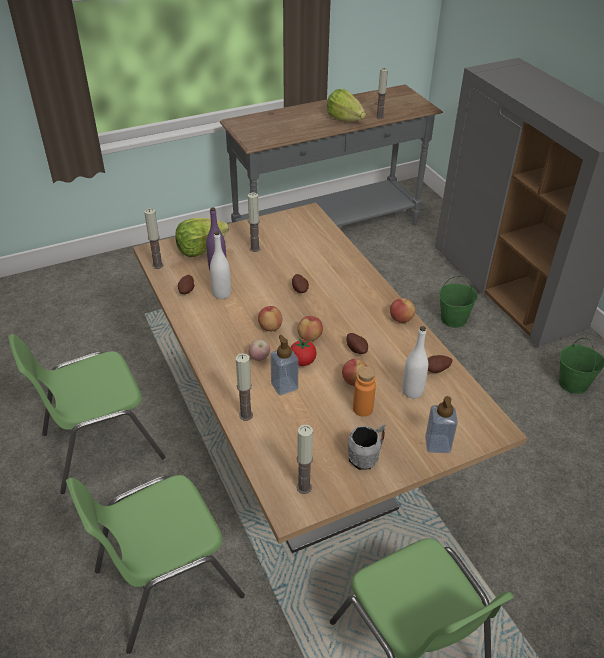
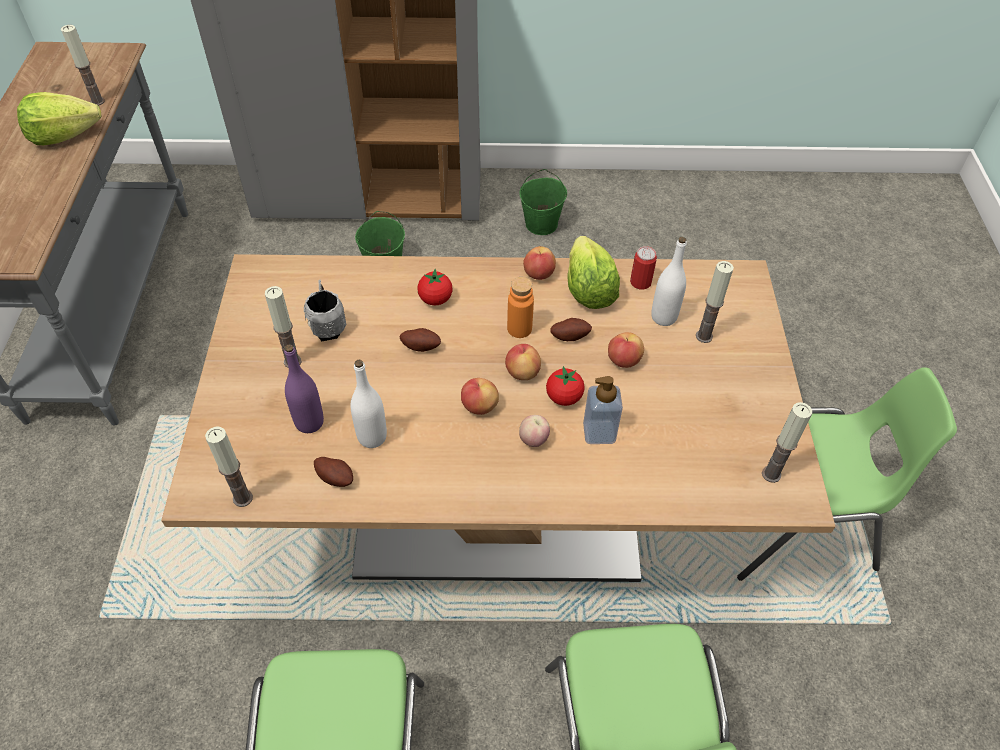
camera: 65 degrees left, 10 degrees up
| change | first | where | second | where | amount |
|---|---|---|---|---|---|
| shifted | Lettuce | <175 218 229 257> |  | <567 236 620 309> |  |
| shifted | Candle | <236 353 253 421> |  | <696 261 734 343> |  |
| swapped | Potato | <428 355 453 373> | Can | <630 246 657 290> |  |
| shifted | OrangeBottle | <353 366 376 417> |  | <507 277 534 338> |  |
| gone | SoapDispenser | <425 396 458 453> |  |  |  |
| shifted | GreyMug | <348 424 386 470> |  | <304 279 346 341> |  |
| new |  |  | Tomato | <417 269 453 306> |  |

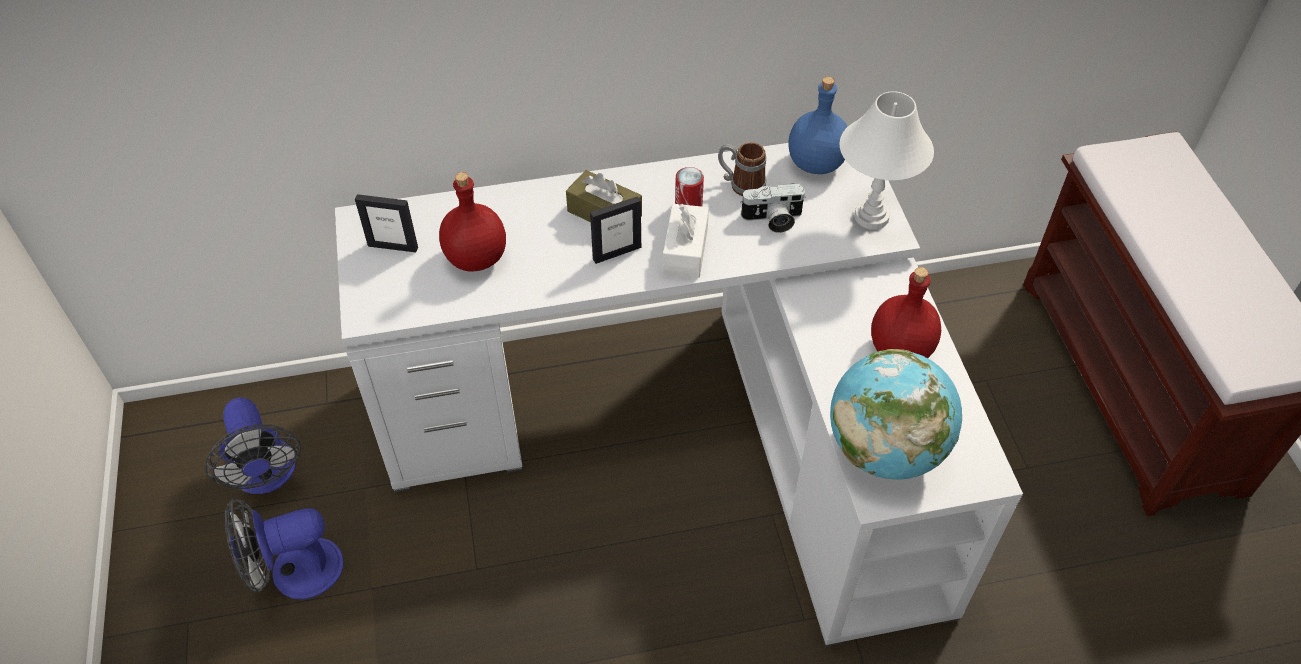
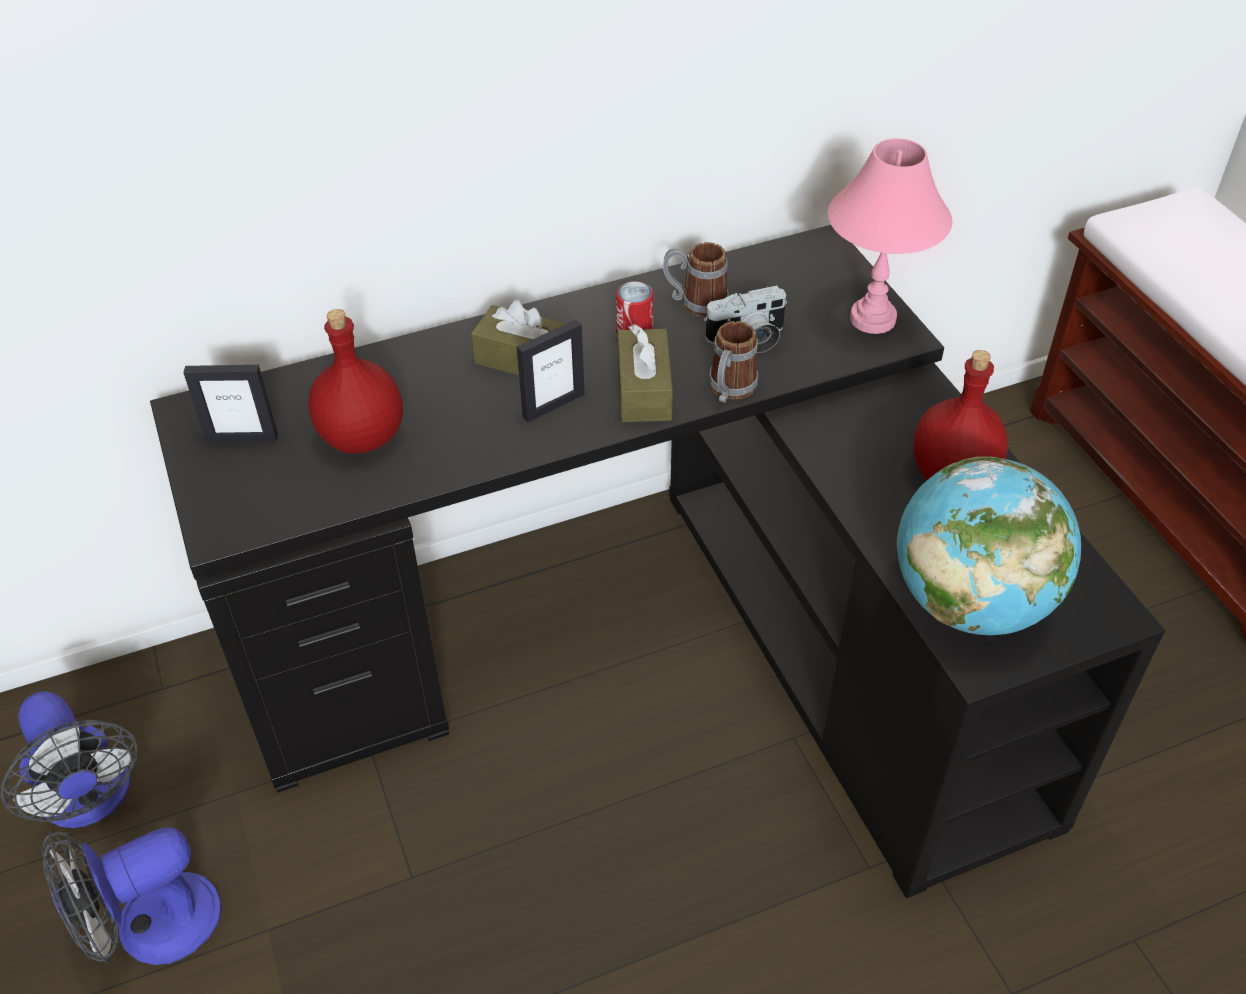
camera: 10 degrees left, 5 degrees down
| change | first | where | second | where | amount |
|---|---|---|---|---|---|
| gone | BlueBottle | <788 77 848 174> |  |  |  |
| repainted | WhiteTableLamp | <840 91 934 229> | PinkTableLamp | <828 139 952 334> |  |
| repainted | WhiteDesk | <335 143 1023 647> | BlackDesk | <150 225 1165 899> |  |
| repainted | WhiteTissueBox | <663 204 709 278> | BrownTissueBox | <618 324 673 422> |  |
| new |  |  | Mug | <709 321 758 403> |  |

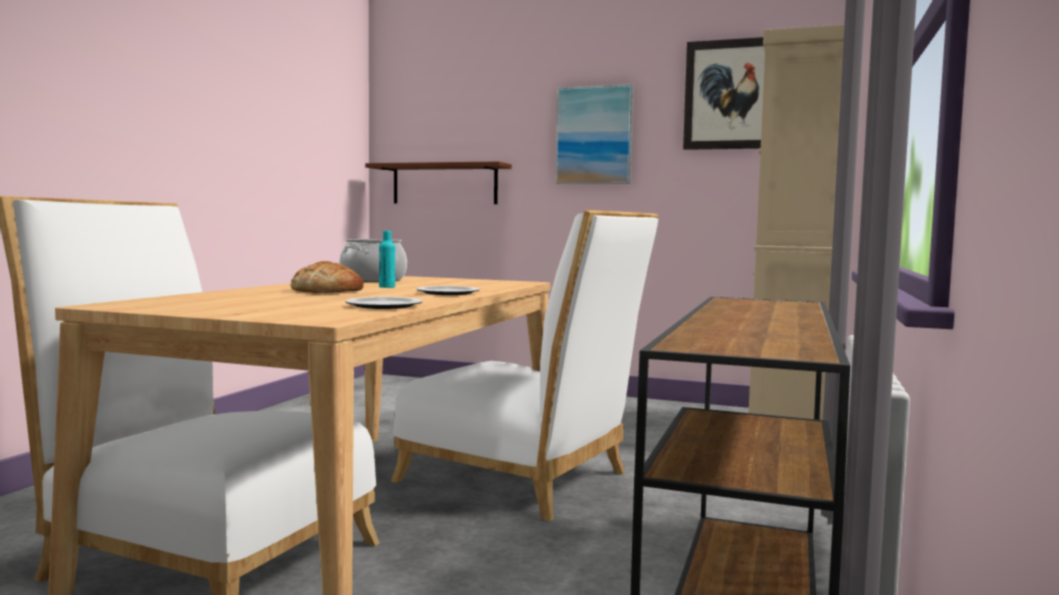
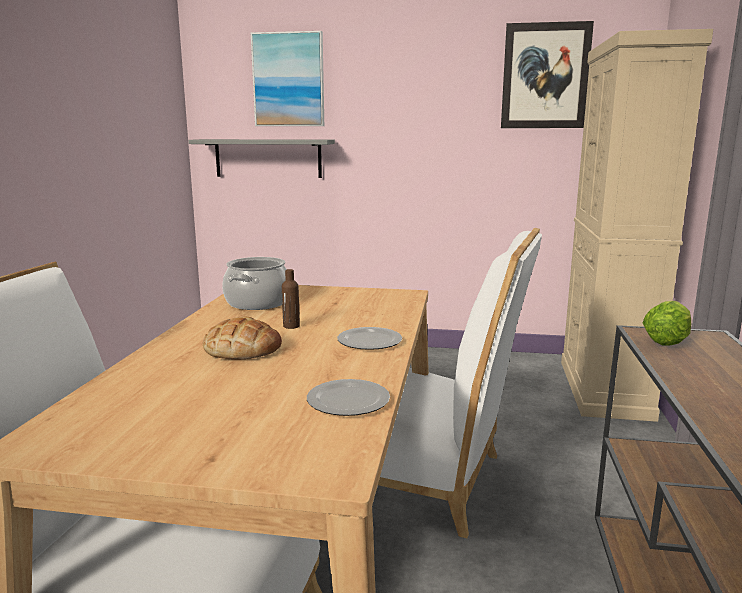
camera: 10 degrees left, 10 degrees up
| change | first | where | second | where | amount |
|---|---|---|---|---|---|
| shifted | Picture | <555 84 634 184> |  | <251 31 324 126> |  |
| repainted | BrownShelf | <365 161 512 204> | GreyShelf | <188 139 335 178> |  |
| repainted | TurquoiseBottle | <379 231 395 288> | BrownBottle | <282 269 300 329> |  |
| new |  |  | Lettuce | <642 301 691 346> |  |

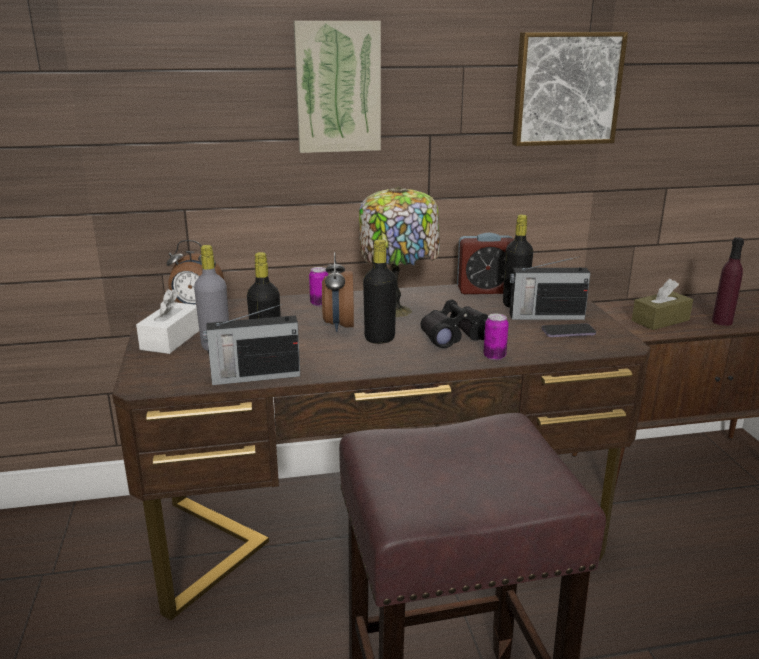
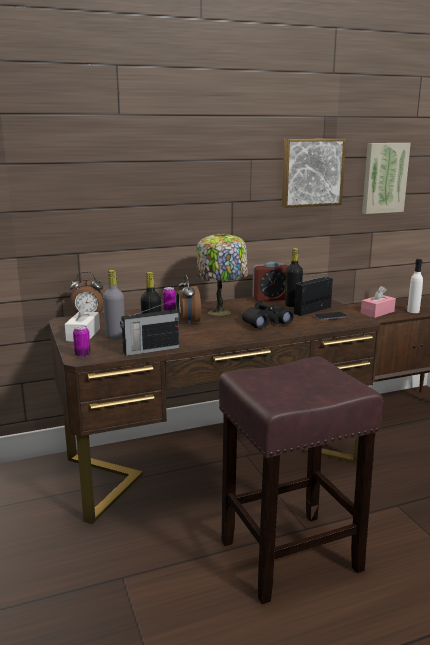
camera: 10 degrees left, 5 degrees down
| change | first | where | second | where | amount |
|---|---|---|---|---|---|
| shifted | Picture | <293 21 381 153> |  | <362 143 411 214> |  |
| repainted | PurpleBottle | <712 237 744 326> | WhiteBottle | <407 259 423 313> |  |
| gone | BlackBottle | <363 239 397 344> |  |  |  |
| rotated | Radio | <510 256 590 320> |  | <294 274 333 316> | 150 degrees clockwise |
| repainted | BrownTissueBox | <632 279 693 330> | PinkTissueBox | <361 286 396 318> |  |
| shifted | Can | <483 314 509 360> |  | <73 326 91 358> |  |

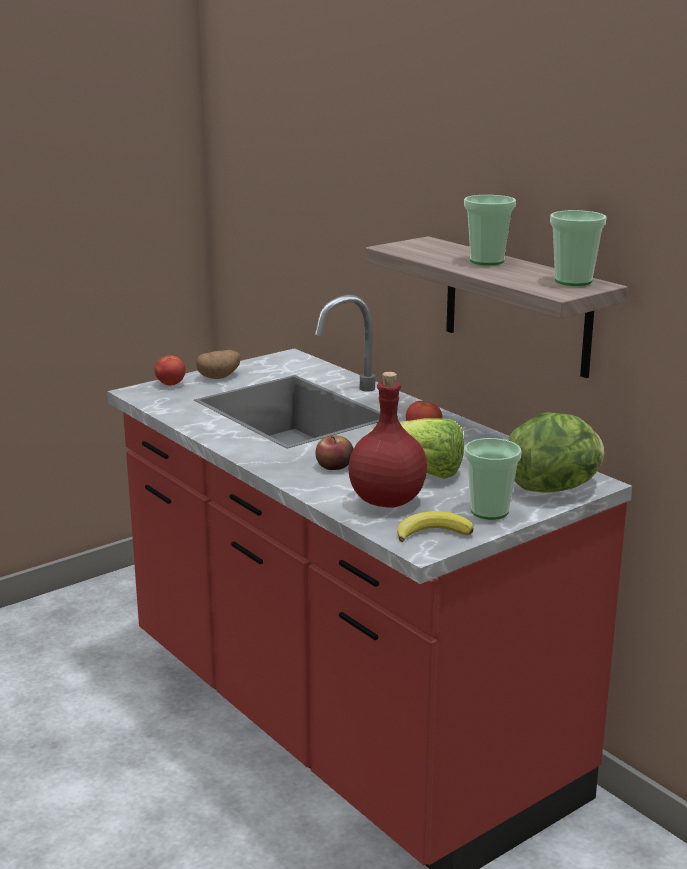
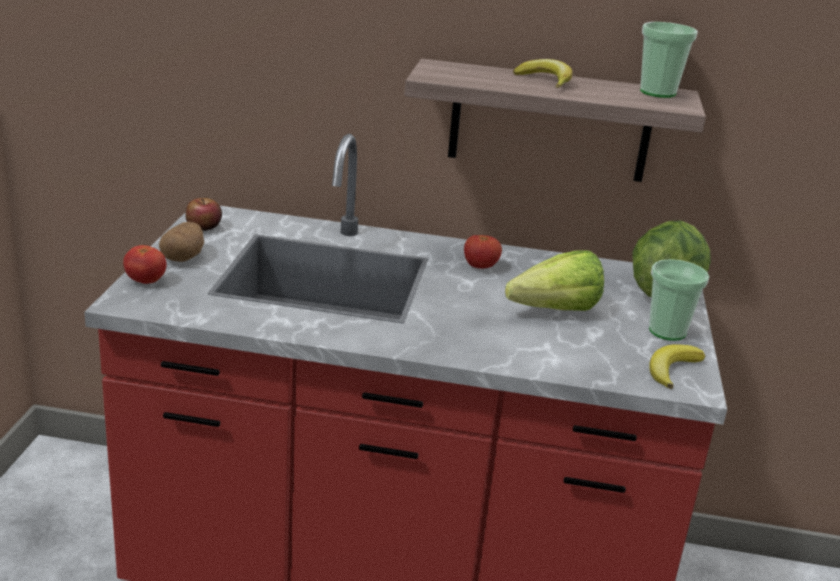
camera: 45 degrees left, 5 degrees up
| change | first | where | second | where | amount |
|---|---|---|---|---|---|
| swapped | Cup | <464 195 516 265> | Banana | <513 59 572 88> |  |
| gone | RedBottle | <349 372 427 508> |  |  |  |
| shifted | Apple | <316 436 354 470> |  | <185 198 222 231> |  |

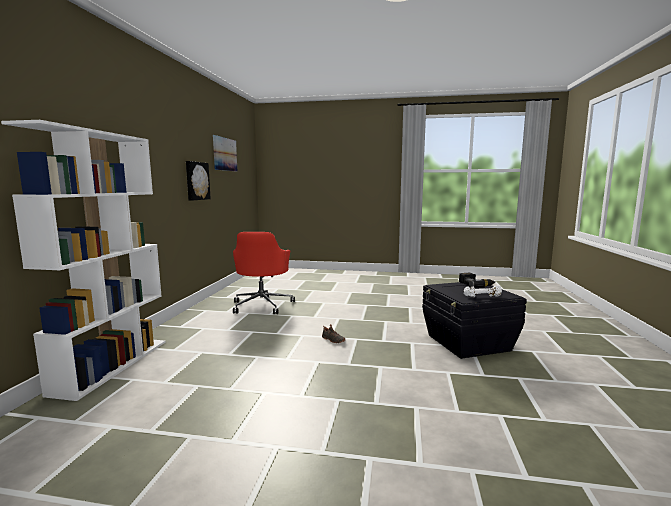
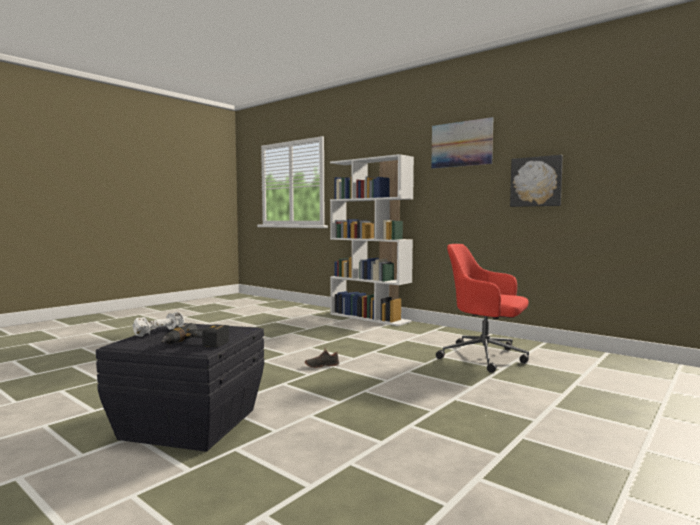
camera: 120 degrees right, 5 degrees down
| change | first | where | second | where | amount |
|---|---|---|---|---|---|
| shifted | Picture | <213 135 237 172> |  | <431 117 493 169> |  |

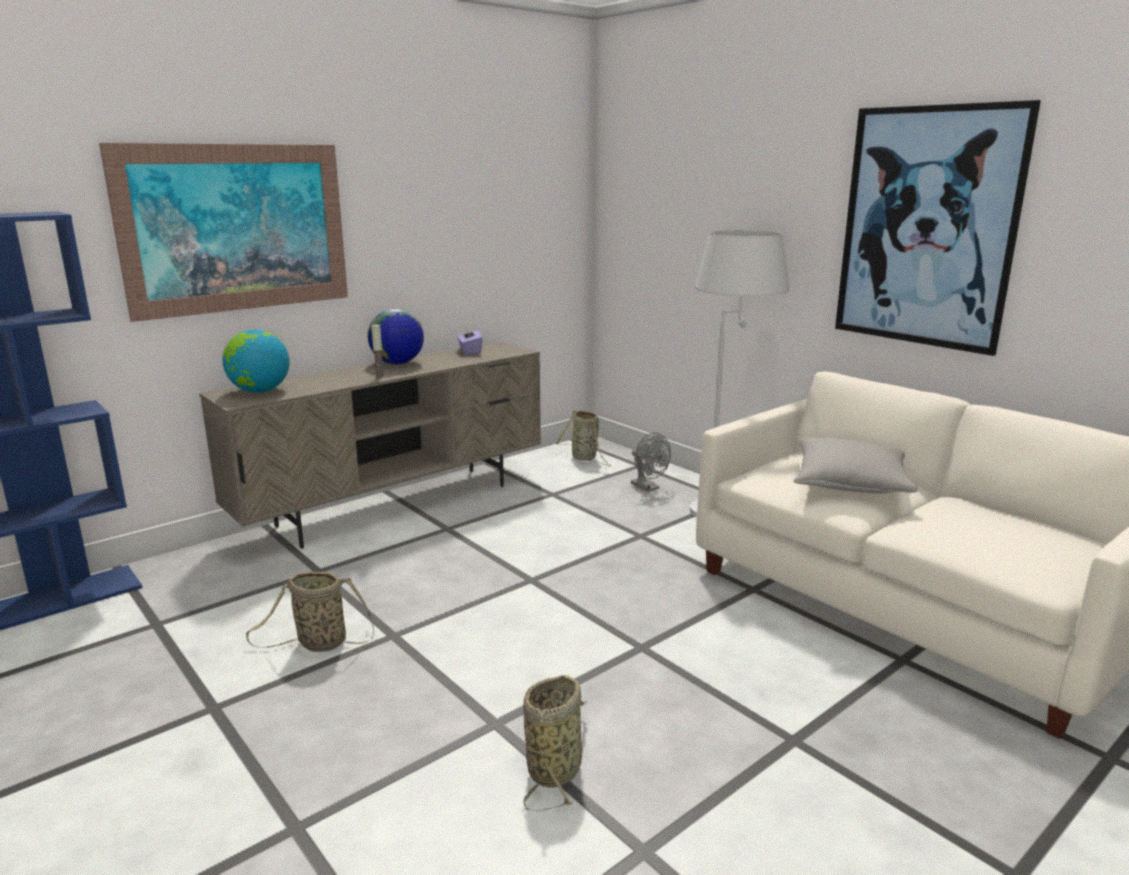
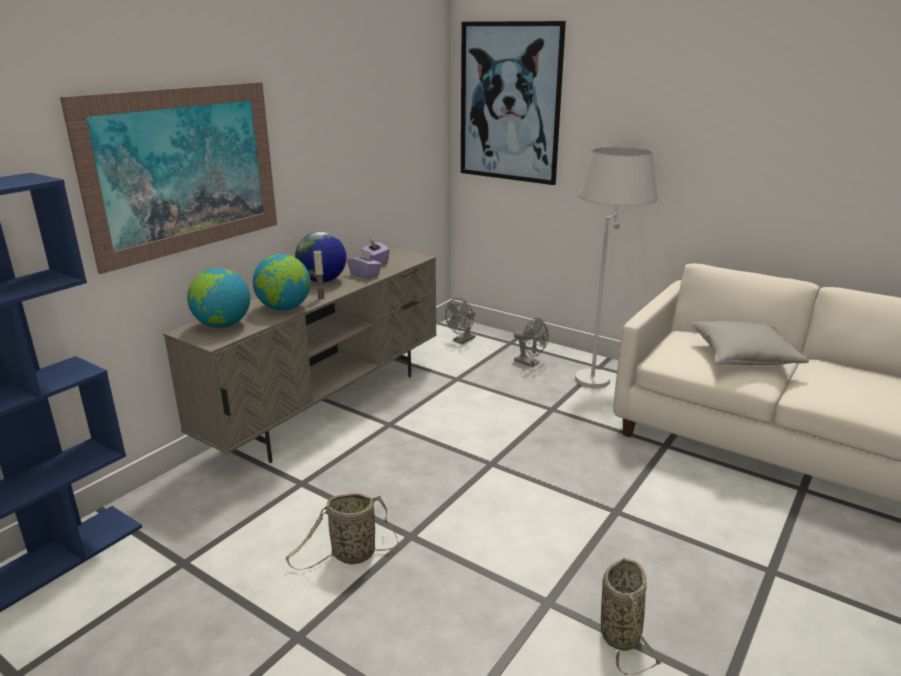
camera: 15 degrees left, 5 degrees up
| change | first | where | second | where | amount |
|---|---|---|---|---|---|
| shifted | Picture | <835 100 1041 356> |  | <461 21 566 185> |  |
| swapped | Basket | <555 410 611 466> | GreyFan | <445 298 475 344> |  |
| new |  |  | PurpleTissueBox | <347 250 382 279> |  |
| new |  |  | Globe | <253 254 311 310> |  |

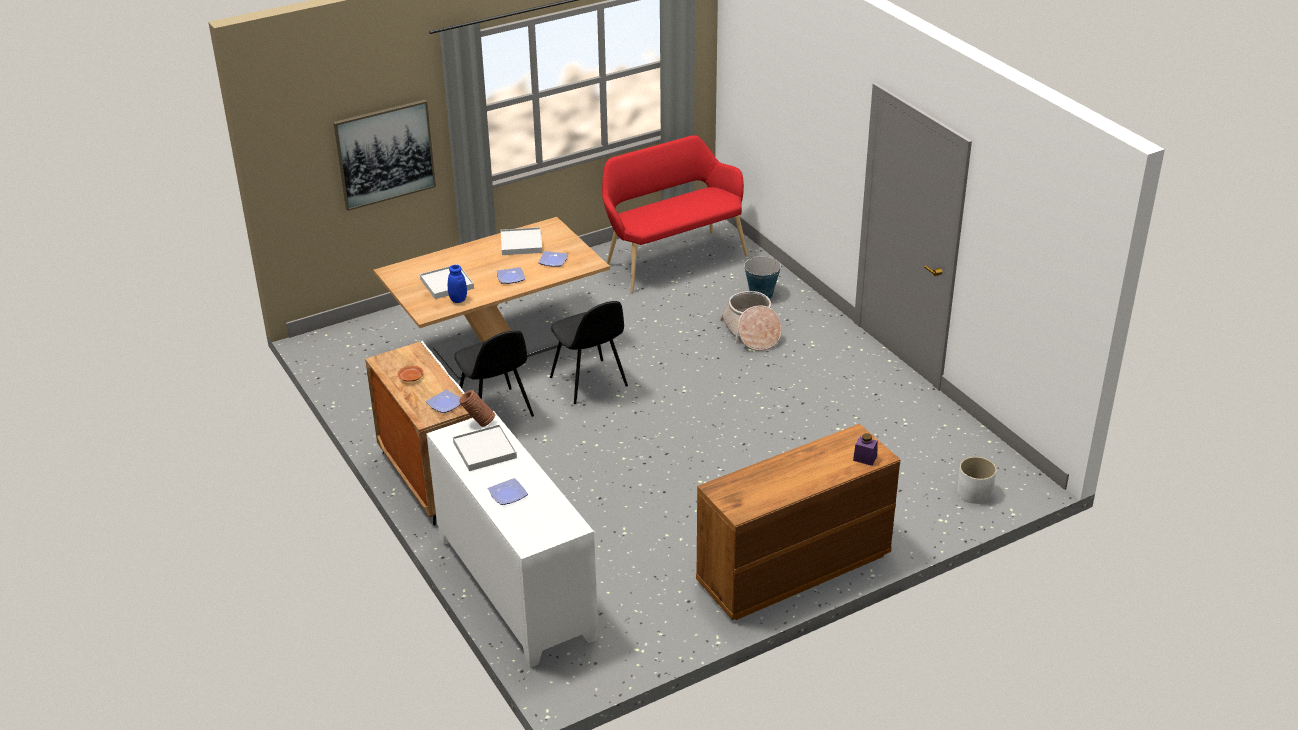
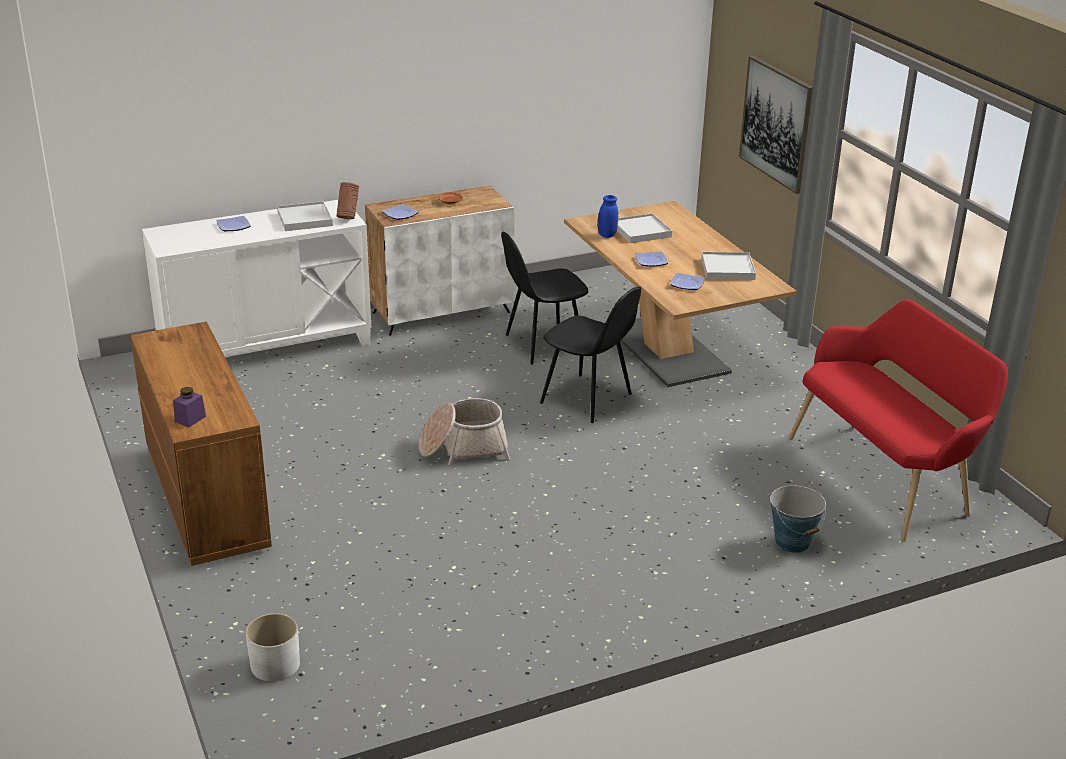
camera: 95 degrees right, 5 degrees down
| change | first | where | second | where | amount |
|---|---|---|---|---|---|
| shifted | Basket | <720 291 782 351> |  | <419 398 510 466> |  |
| rotated | BlackChair | <550 301 628 404> |  | <540 287 641 423> | 120 degrees counterclockwise |

